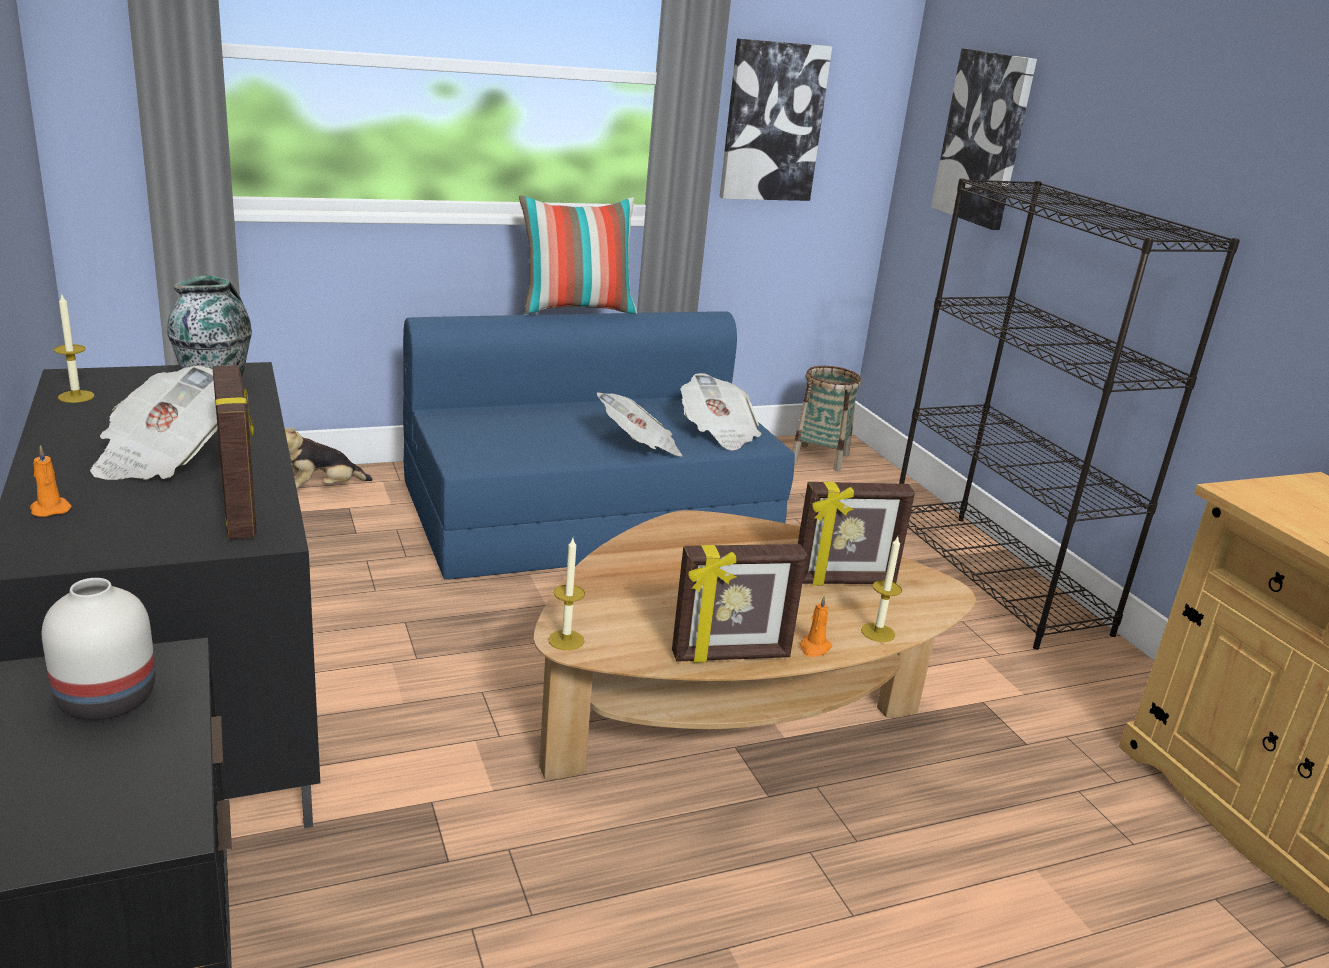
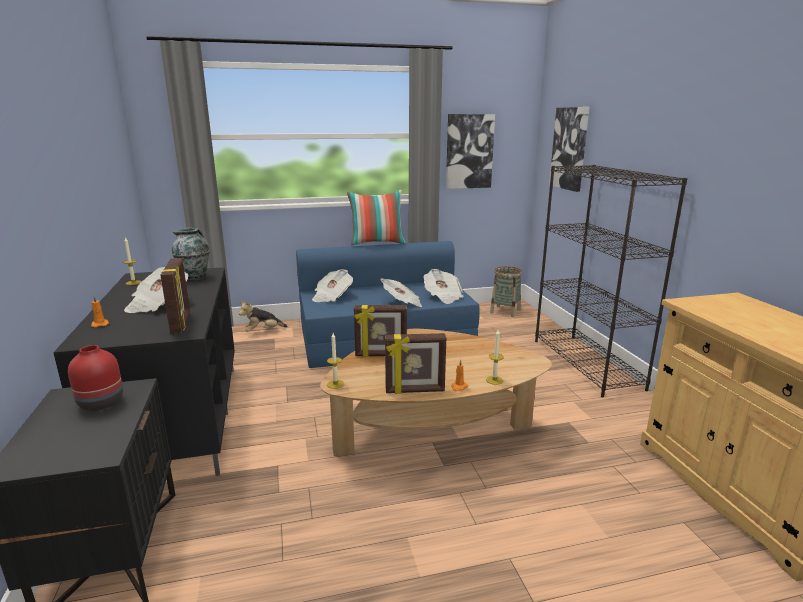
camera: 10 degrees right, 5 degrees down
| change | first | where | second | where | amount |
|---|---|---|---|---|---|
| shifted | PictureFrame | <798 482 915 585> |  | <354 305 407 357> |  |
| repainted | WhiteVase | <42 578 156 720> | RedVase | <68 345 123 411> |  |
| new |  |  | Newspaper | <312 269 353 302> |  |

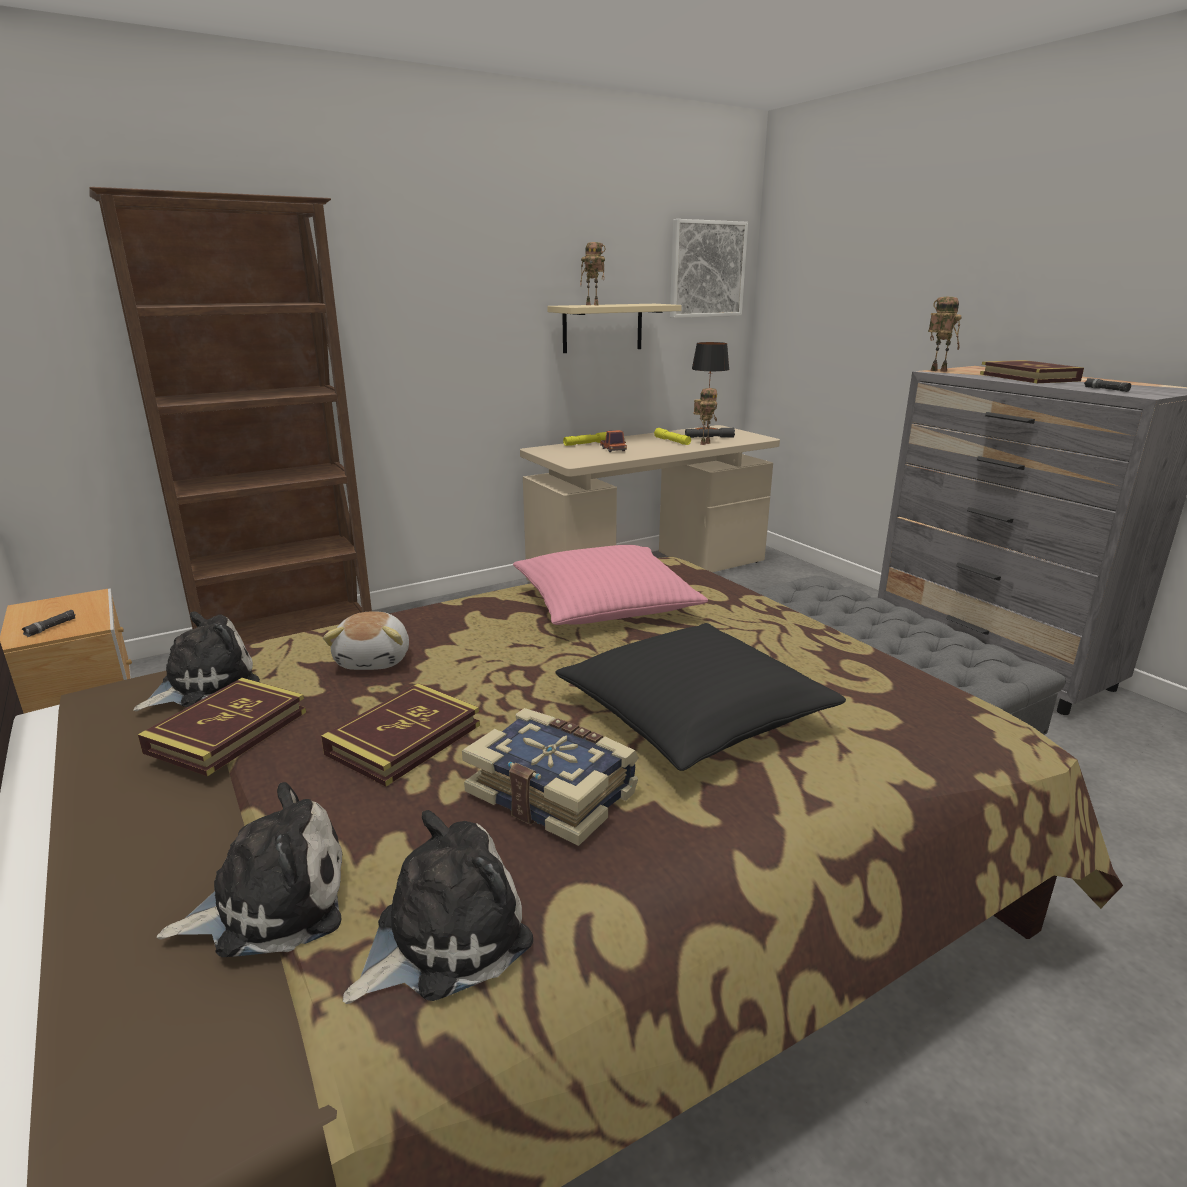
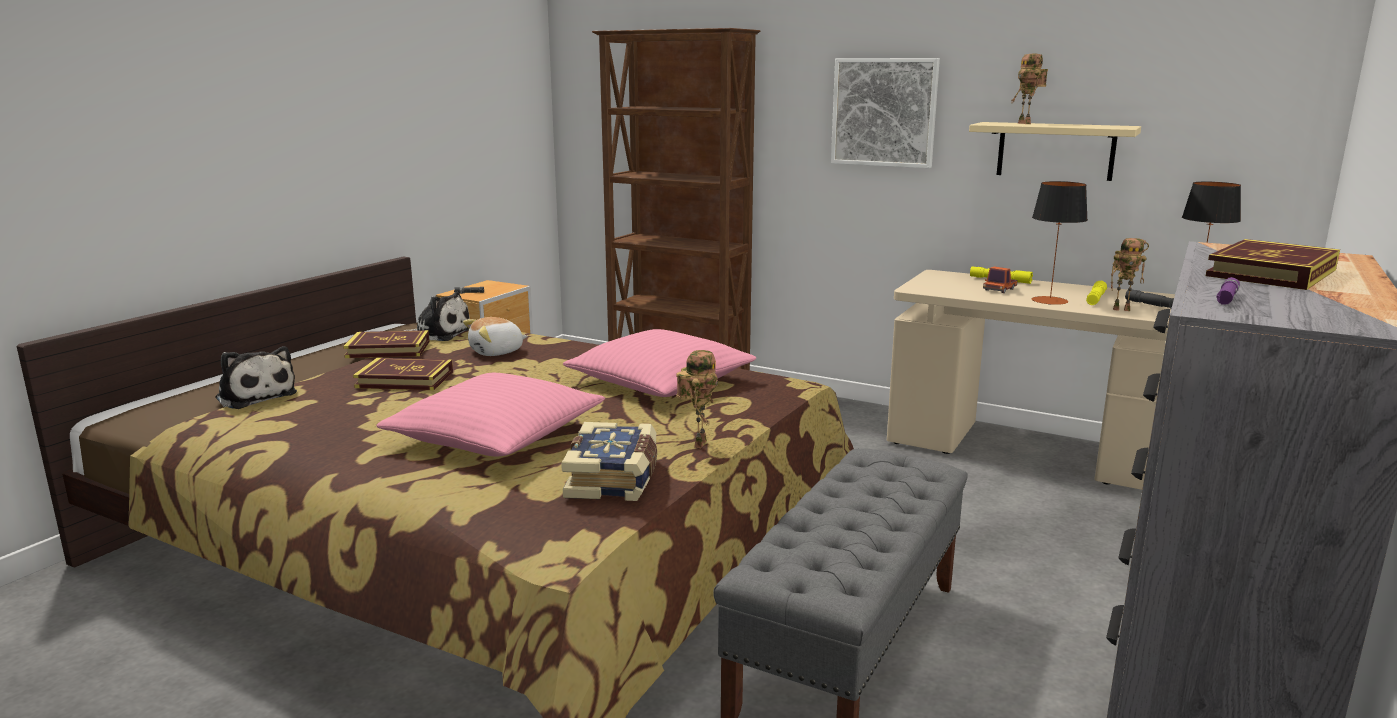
camera: 60 degrees right, 5 degrees down
| change | first | where | second | where | amount |
|---|---|---|---|---|---|
| shifted | Picture | <670 219 748 318> |  | <831 58 940 168> |  |
| shifted | ToyRobot | <928 297 962 372> |  | <676 350 718 448> |  |
| repainted | BlackFlashlight | <1084 378 1131 392> | PurpleFlashlight | <1216 277 1240 305> |  |
| repainted | BlackPillow | <556 623 846 771> | PinkPillow | <376 373 605 456> |  |
| shifted | Book | <462 708 639 846> |  | <561 422 657 501> |  |
| gone | PlushToy | <343 810 533 1004> |  |  |  |
| new |  |  | TableLamp | <1032 181 1088 305> |  |

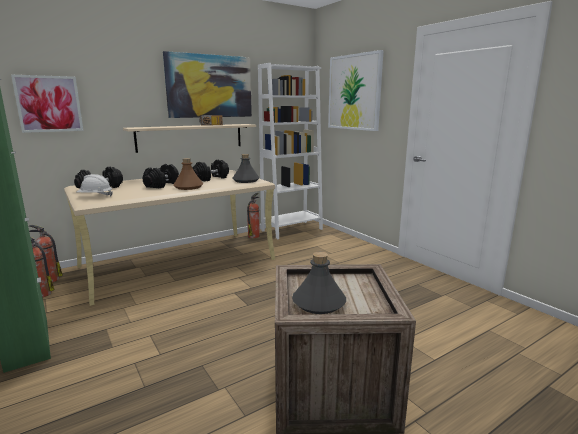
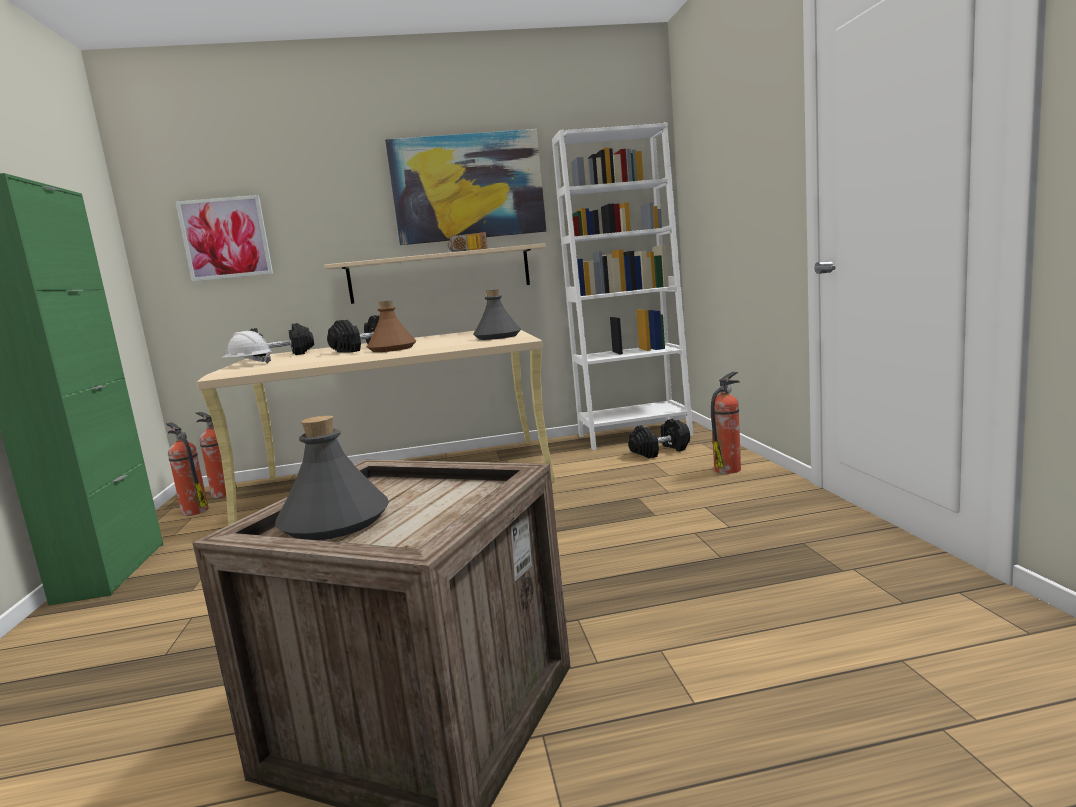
camera: 25 degrees right, 5 degrees down
| change | first | where | second | where | amount |
|---|---|---|---|---|---|
| gone | Picture | <328 50 384 131> |  |  |  |
| shifted | BlackDumbbell | <193 159 229 181> |  | <628 418 690 458> |  |
| shifted | FireExtinguisher | <247 193 260 238> |  | <711 372 741 474> |  |

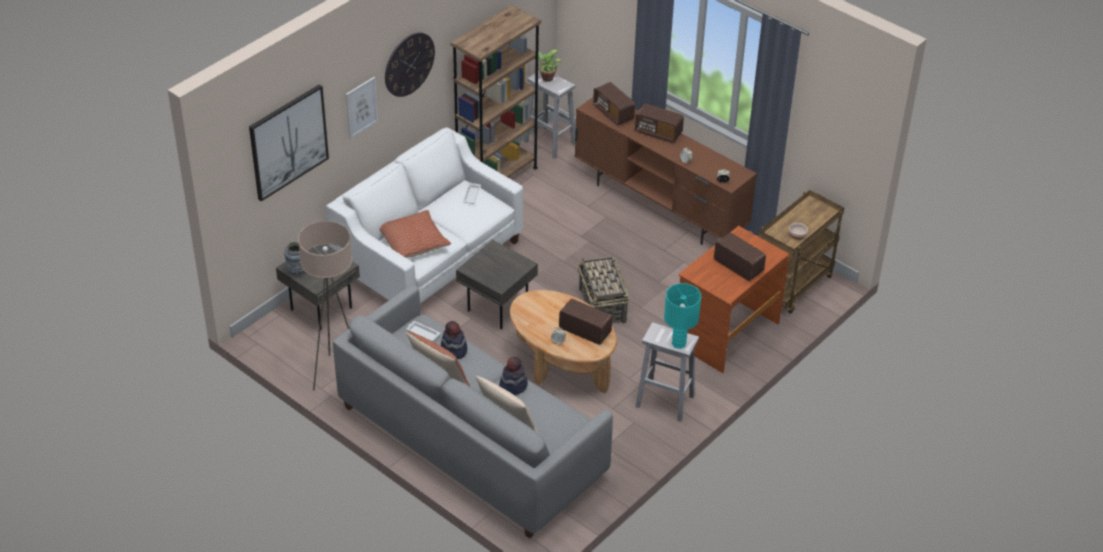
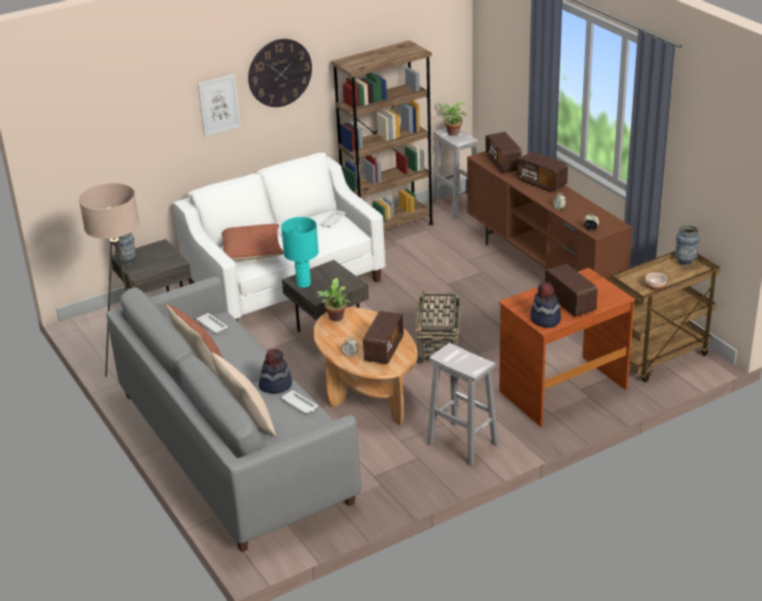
camera: 20 degrees right, 10 degrees down
| change | first | where | second | where | amount |
|---|---|---|---|---|---|
| gone | Picture | <249 84 329 201> |  |  |  |
| shifted | TurquoiseTableLamp | <664 283 701 349> |  | <281 217 319 288> |  |
| rotated | Radio | <559 299 612 345> |  | <363 311 404 364> | 60 degrees clockwise |
| shifted | Hat | <441 321 467 359> |  | <530 282 561 328> |  |
| new |  |  | Vase | <675 225 700 266> |  |
| new |  |  | PottedPlant | <317 278 350 321> |  |
| new |  |  | WhiteTray | <281 390 318 414> |  |

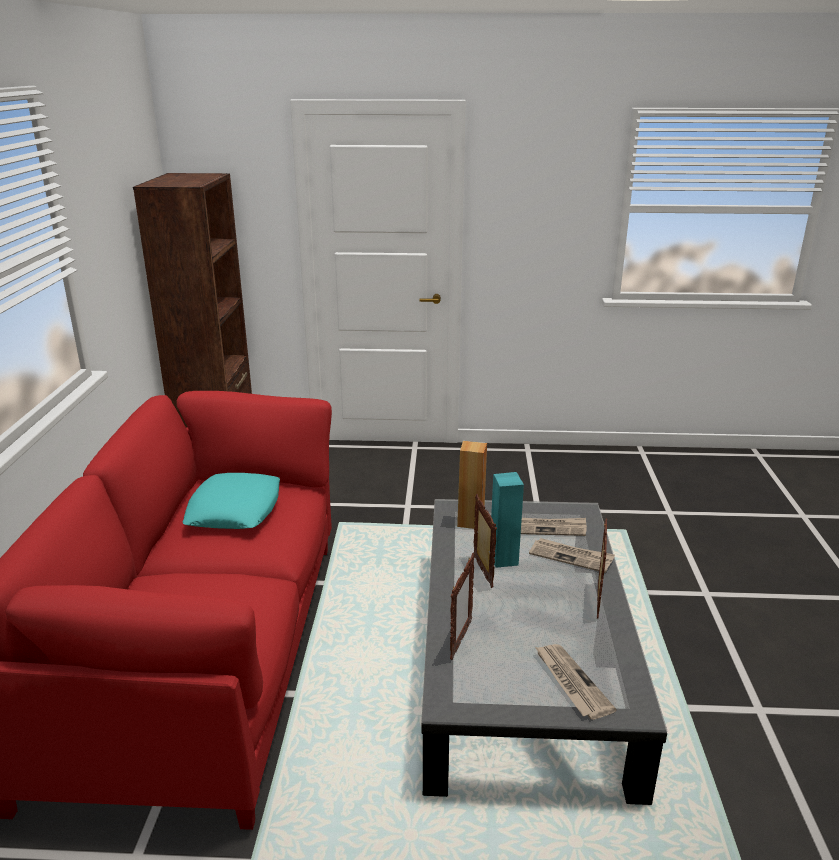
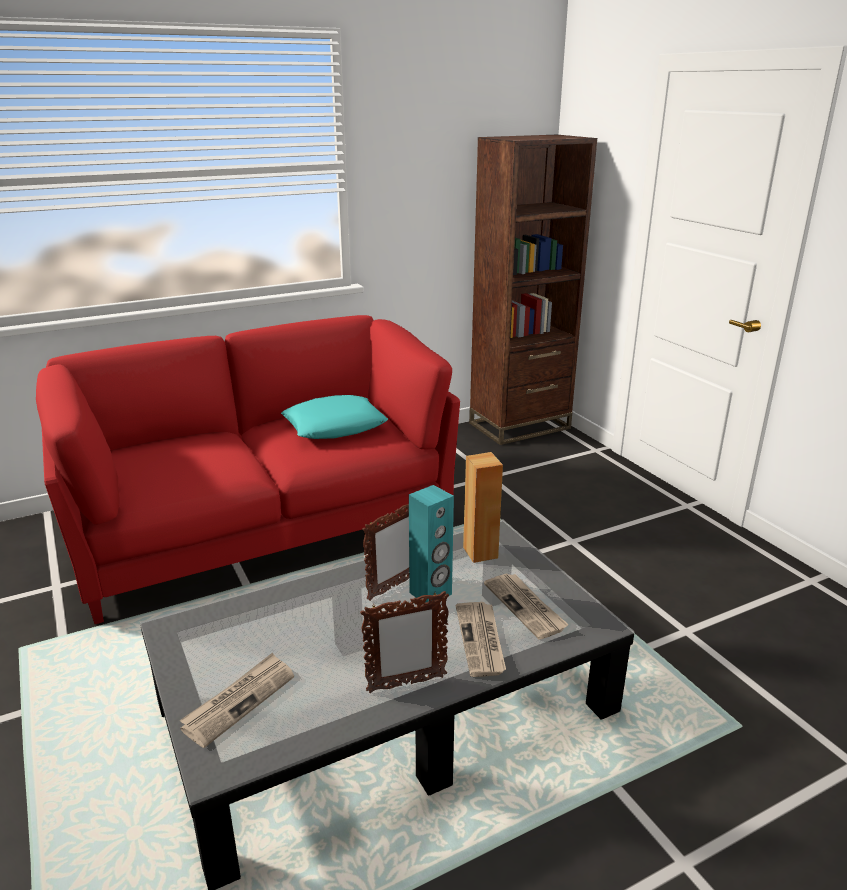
camera: 60 degrees right, 0 degrees up
| change | first | where | second | where | amount |
|---|---|---|---|---|---|
| gone | PictureFrame | <450 553 475 660> |  |  |  |

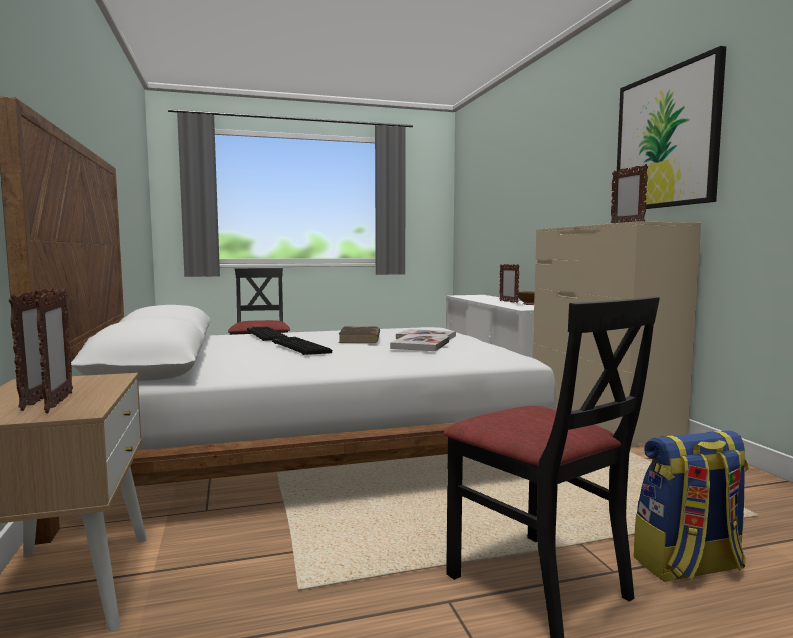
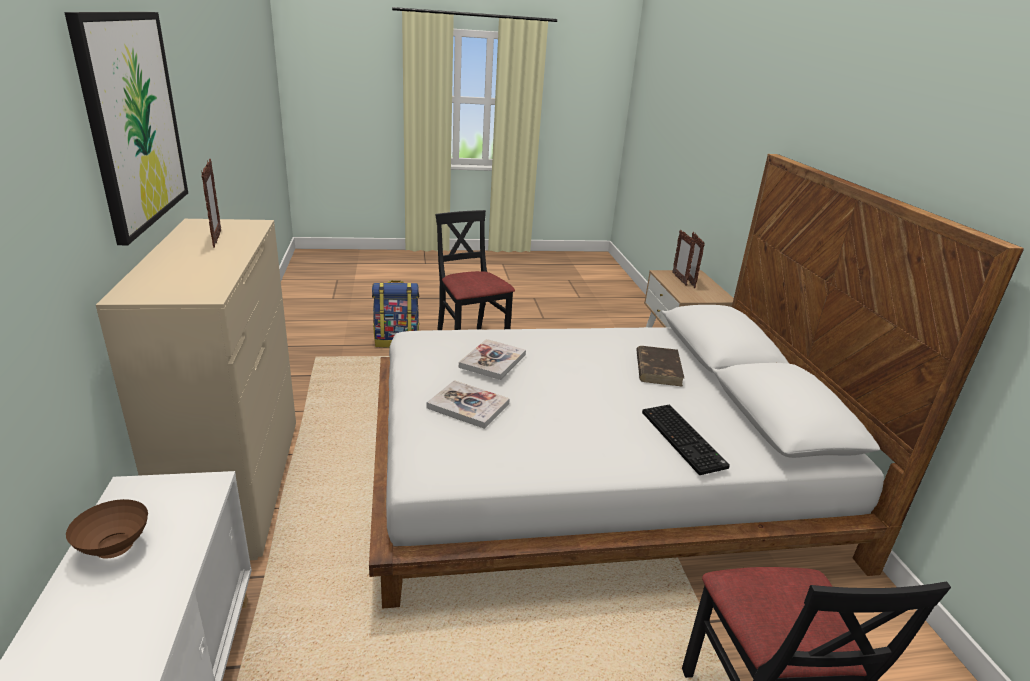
camera: 175 degrees left, 20 degrees up
| change | first | where | second | where | amount |
|---|---|---|---|---|---|
| gone | PictureFrame | <500 264 519 303> |  |  |  |
| shifted | BrownBook | <339 327 380 343> |  | <636 346 684 387> |  |
| gone | Keyboard | <272 337 332 355> |  |  |  |

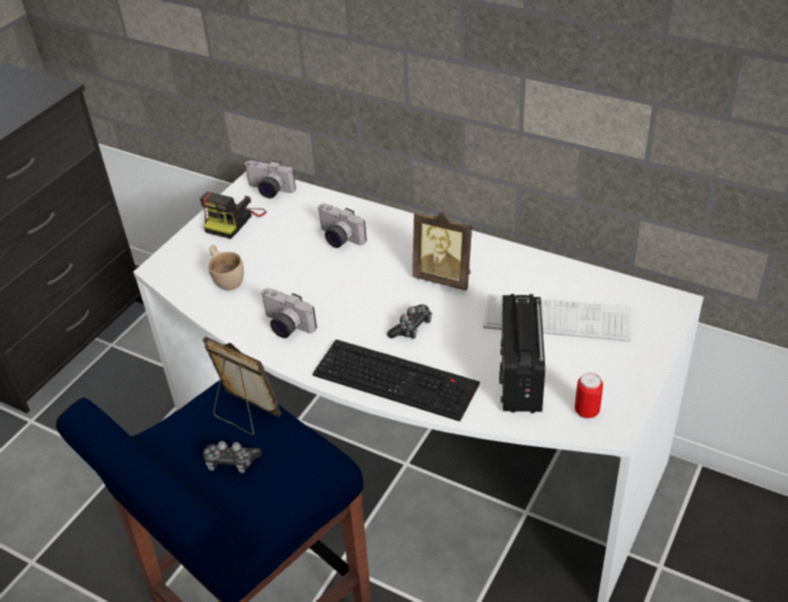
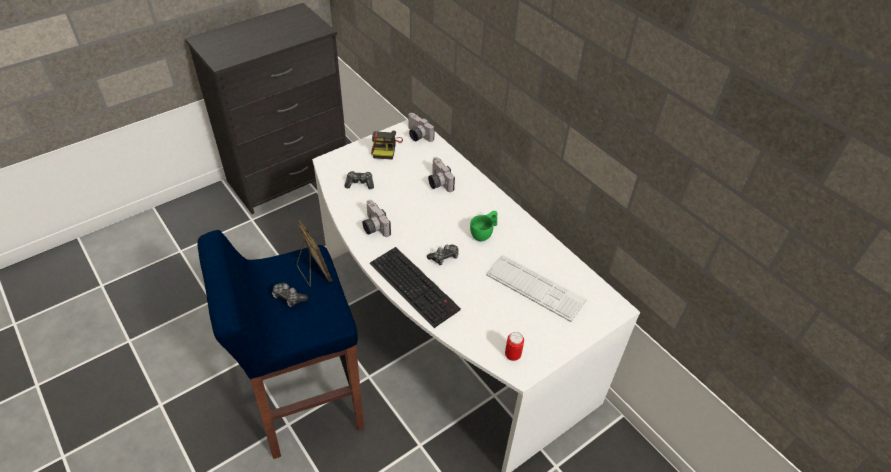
camera: 20 degrees right, 5 degrees up
| change | first | where | second | where | amount |
|---|---|---|---|---|---|
| rotated | PhotoCamera | <200 192 266 239> |  | <371 131 403 160> | 45 degrees counterclockwise |
| swapped | PictureFrame | <412 212 472 291> | GreenCup | <470 211 497 241> |  |
| swapped | BeigeCup | <208 245 244 291> | GameController | <345 171 374 189> |  |
| gone | Radio | <499 294 545 413> |  |  |  |

